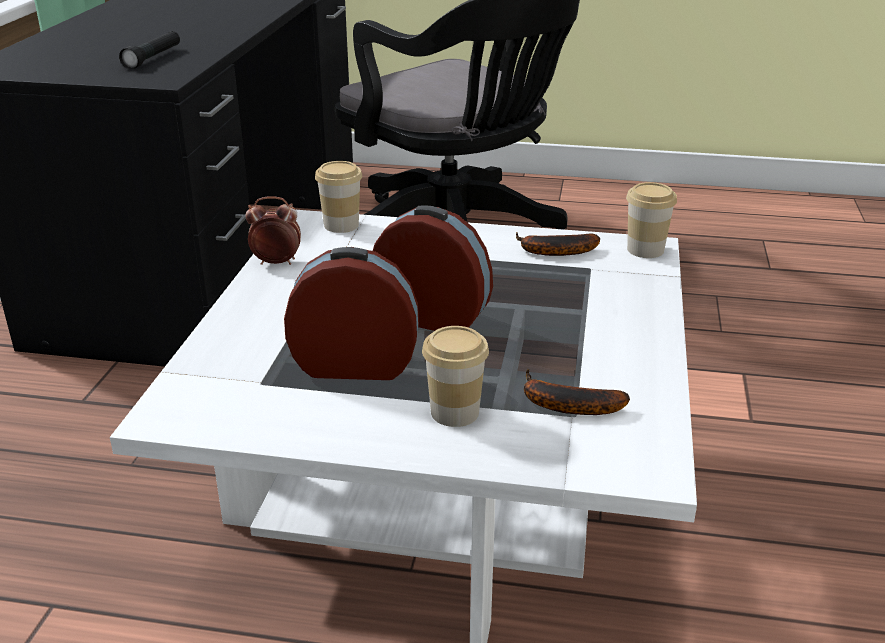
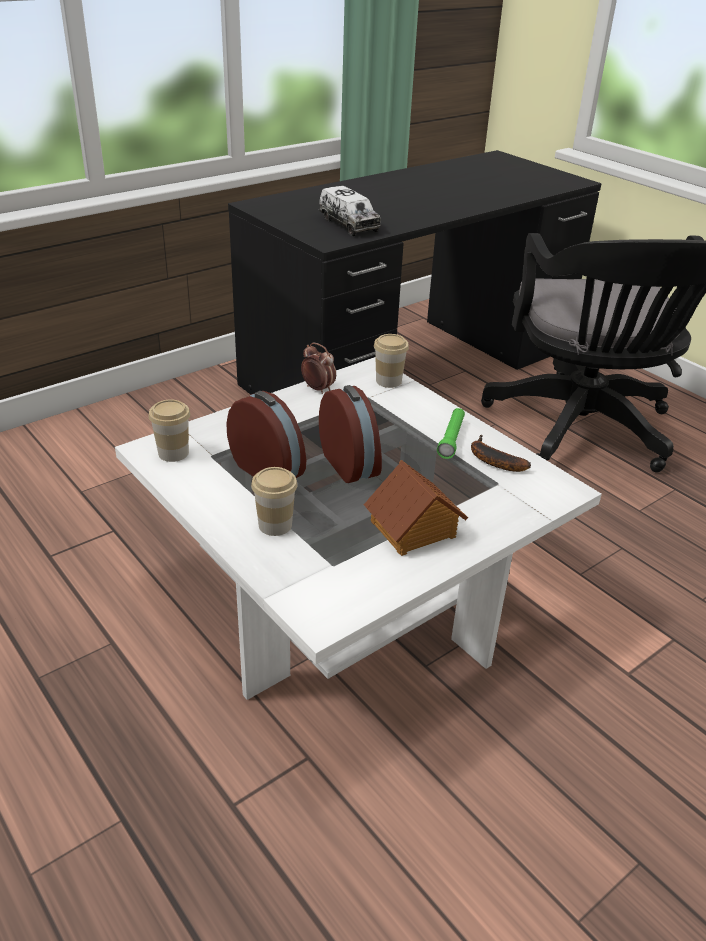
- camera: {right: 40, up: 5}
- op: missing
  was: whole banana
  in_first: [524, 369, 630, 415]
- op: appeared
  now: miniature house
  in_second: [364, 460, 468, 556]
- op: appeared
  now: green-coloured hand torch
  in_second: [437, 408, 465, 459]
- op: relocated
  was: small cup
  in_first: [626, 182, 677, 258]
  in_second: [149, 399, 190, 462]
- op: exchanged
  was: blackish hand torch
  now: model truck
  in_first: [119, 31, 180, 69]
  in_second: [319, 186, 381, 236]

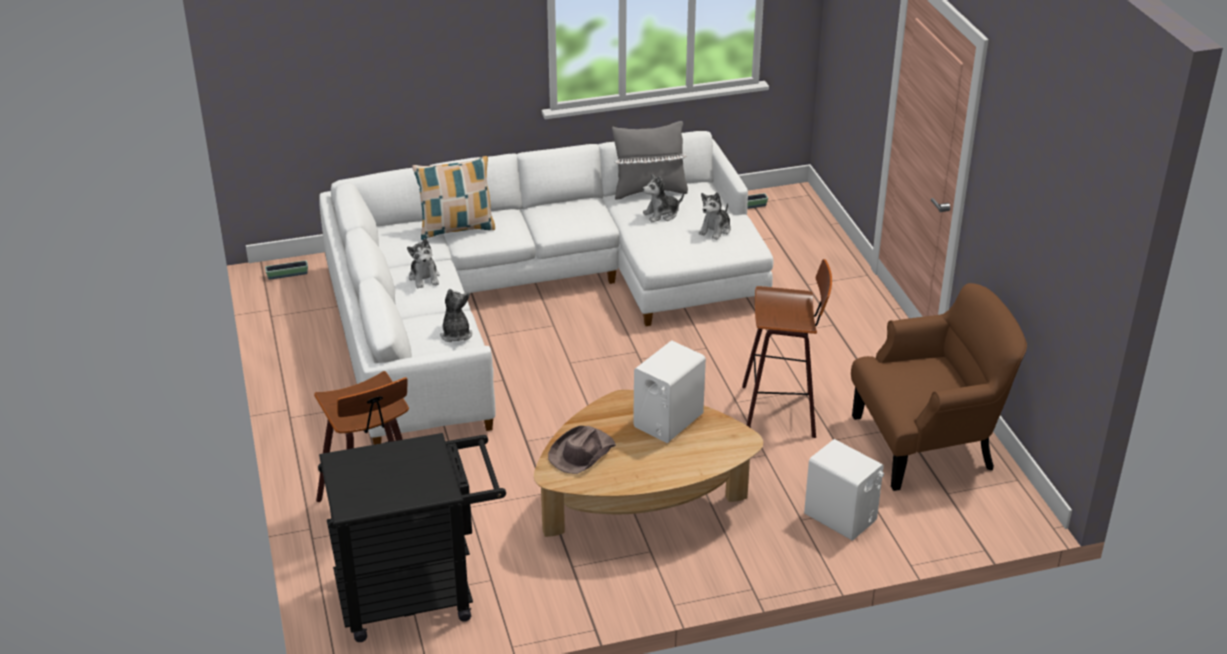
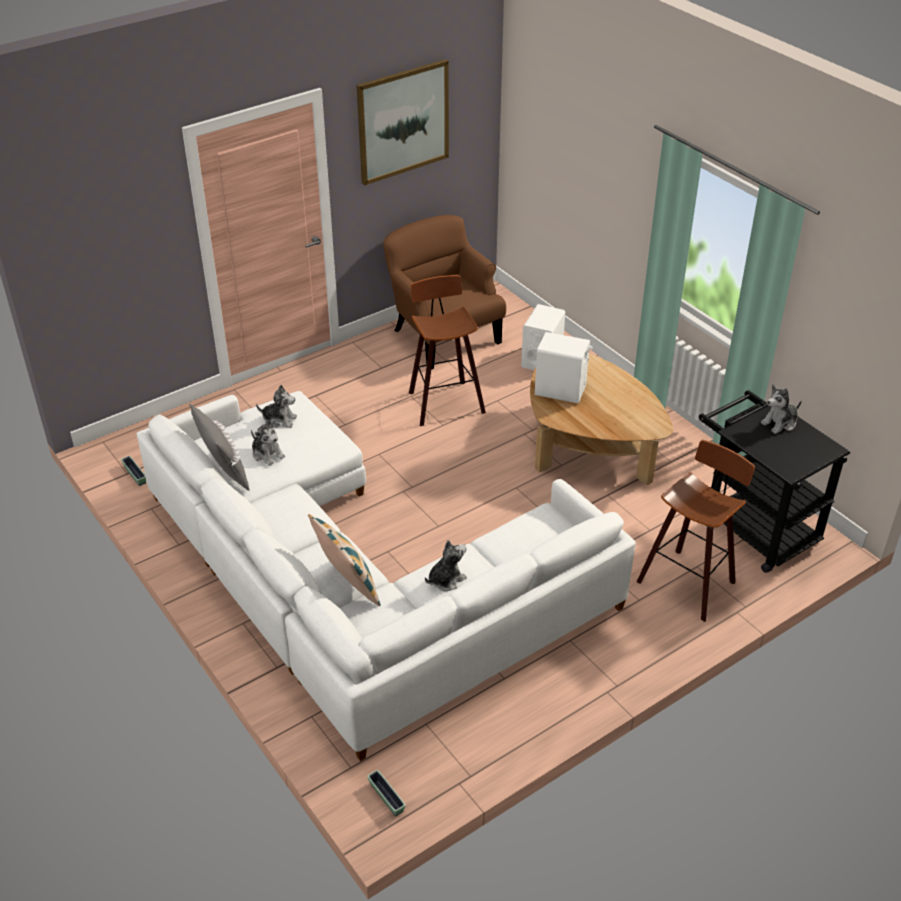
- camera: {right: -110, up: 5}
- op: missing
  was: brown hat
  in_first: [548, 426, 616, 474]
- op: appeared
  now: picture
  in_second: [357, 59, 449, 186]
- op: relocated
  was: cuddly toy
  in_first: [440, 289, 473, 342]
  in_second: [761, 384, 802, 434]

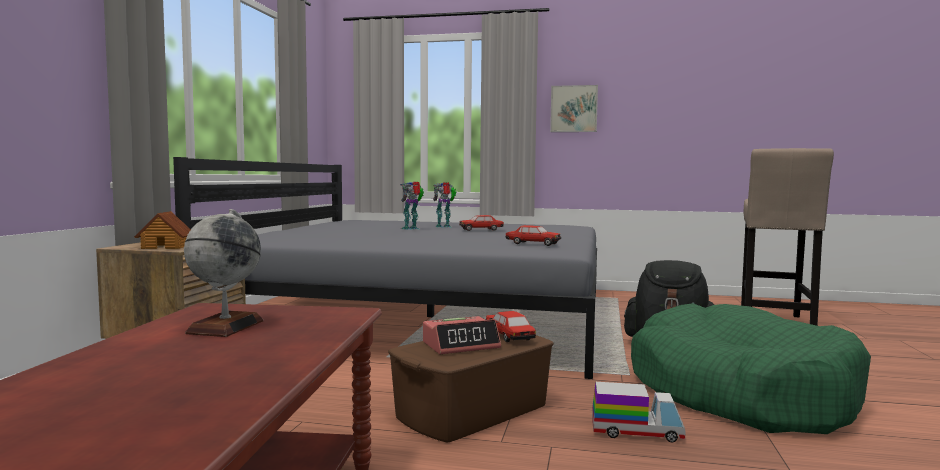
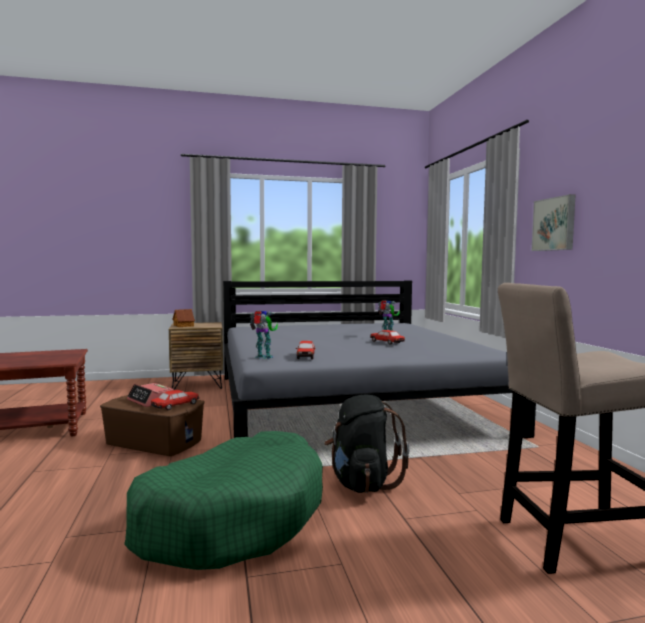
- camera: {right: 65, up: 0}
- op: missing
  was: globe
  in_first: [184, 209, 263, 337]
- op: missing
  was: model truck
  in_first: [592, 382, 686, 443]
- op: relocated
  was: toy robot
  in_first: [400, 182, 424, 230]
  in_second: [250, 311, 278, 359]

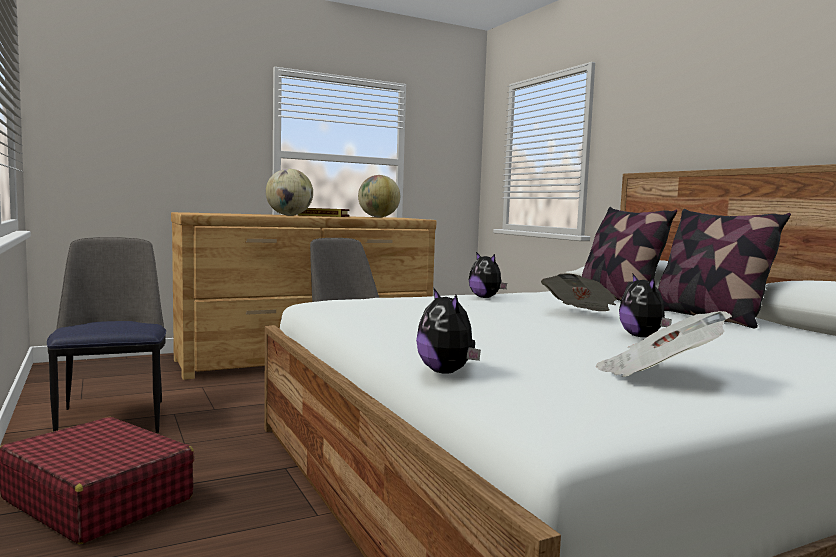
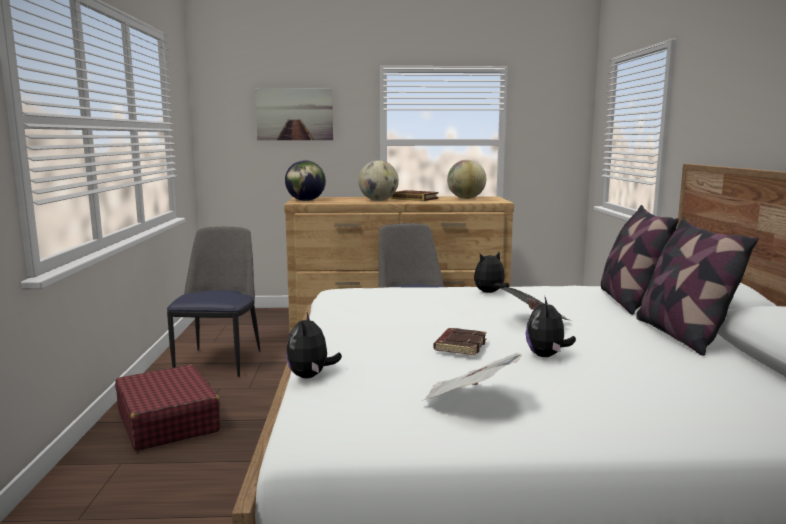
- camera: {right: 25, up: 5}
- op: appeared
  now: picture
  in_second: [255, 88, 333, 140]
- op: appeared
  now: globe
  in_second: [285, 160, 326, 201]
- op: appeared
  now: brown volume
  in_second: [433, 328, 487, 356]
- op: spun
  was: cuddly toy
  in_first: [469, 252, 507, 298]
  in_second: [474, 252, 509, 293]
  clockwise: 75

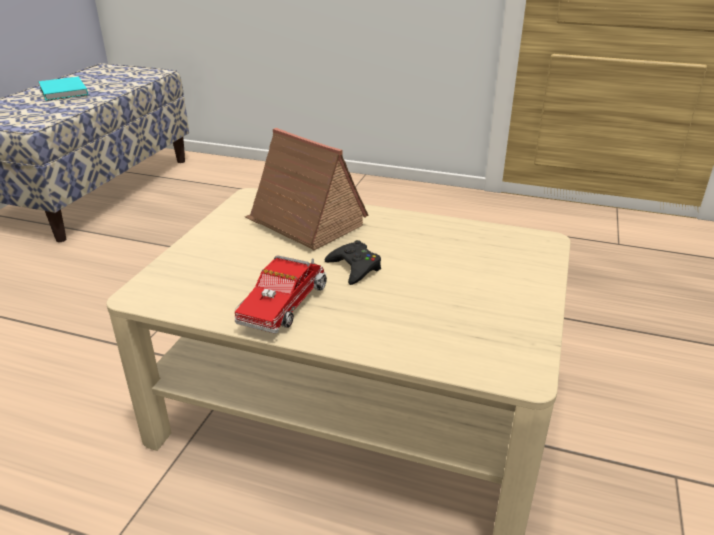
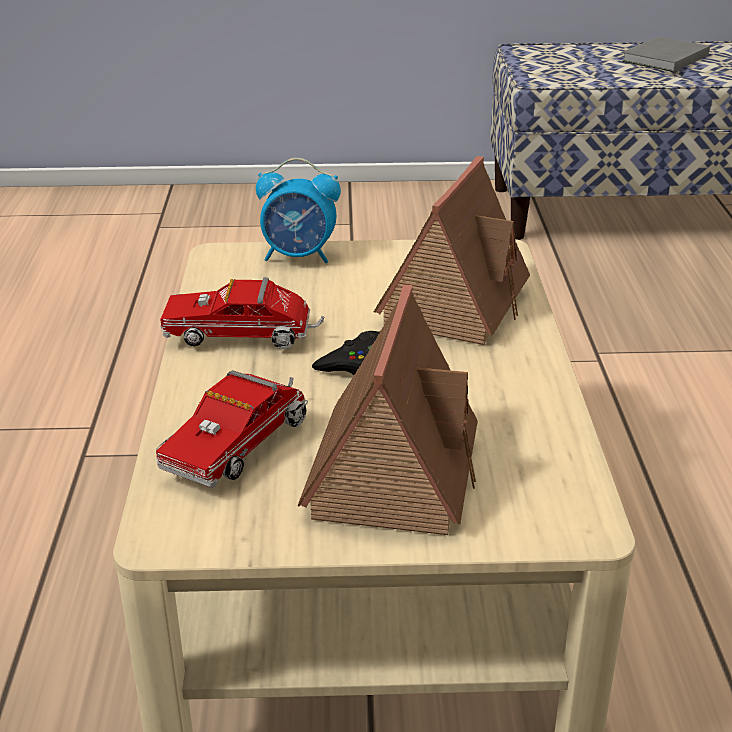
- camera: {right: 70, up: 0}
- op: appeared
  now: model truck
  in_second: [156, 370, 308, 488]
- op: appeared
  now: table clock
  in_second: [256, 158, 341, 263]
- op: appeared
  now: miniature house
  in_second: [298, 284, 478, 535]
- op: colour
  was: blue-green volume
  now: grey volume
  in_first: [38, 77, 88, 101]
  in_second: [622, 36, 710, 72]

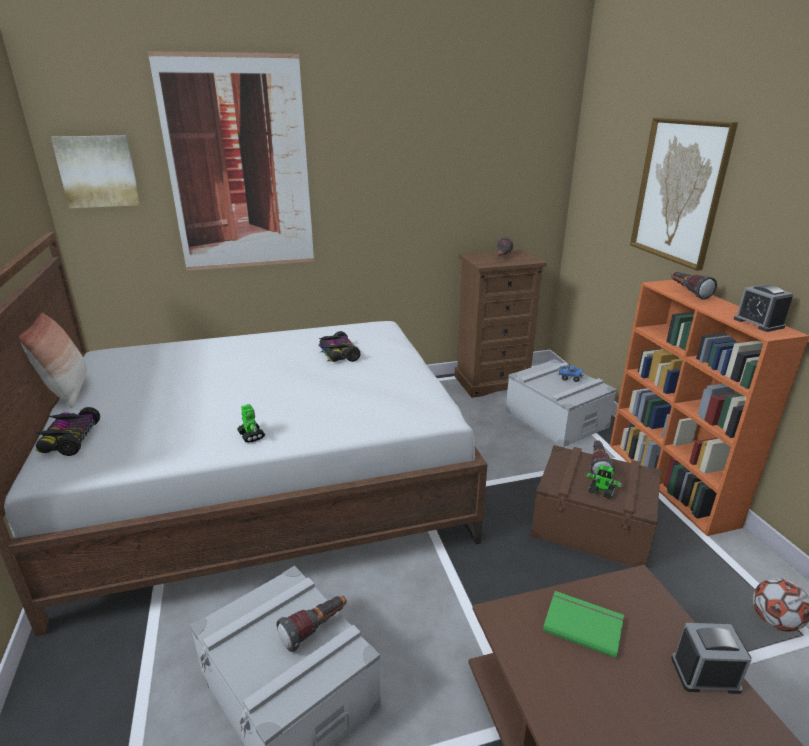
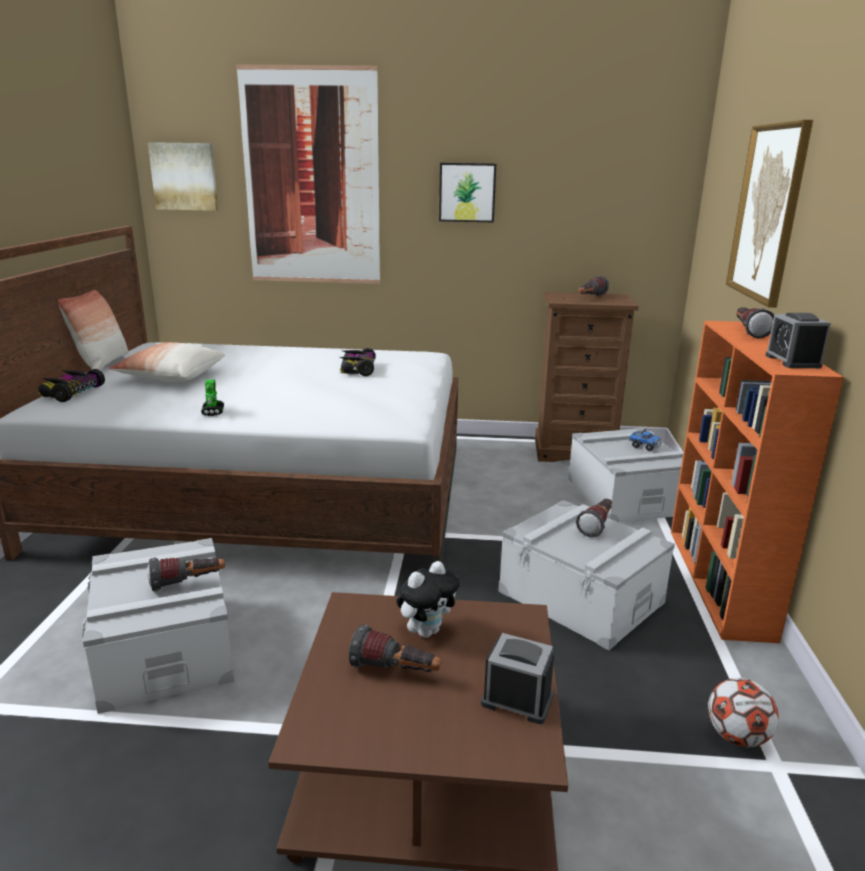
- camera: {right: 20, up: -5}
- op: missing
  was: toy robot
  in_first: [586, 465, 623, 499]
- op: appeared
  now: pillow
  in_second: [109, 342, 225, 382]
- op: appeared
  now: hand torch
  in_second: [349, 625, 441, 672]
- op: appeared
  now: picture
  in_second: [439, 163, 496, 222]
- op: exchanged
  was: green-coloured volume
  now: cuddly toy
  in_first: [543, 591, 624, 659]
  in_second: [396, 561, 460, 638]
- op: colour
  was: brown storage container
  now: grey storage container
  in_first: [530, 445, 661, 567]
  in_second: [498, 500, 675, 650]

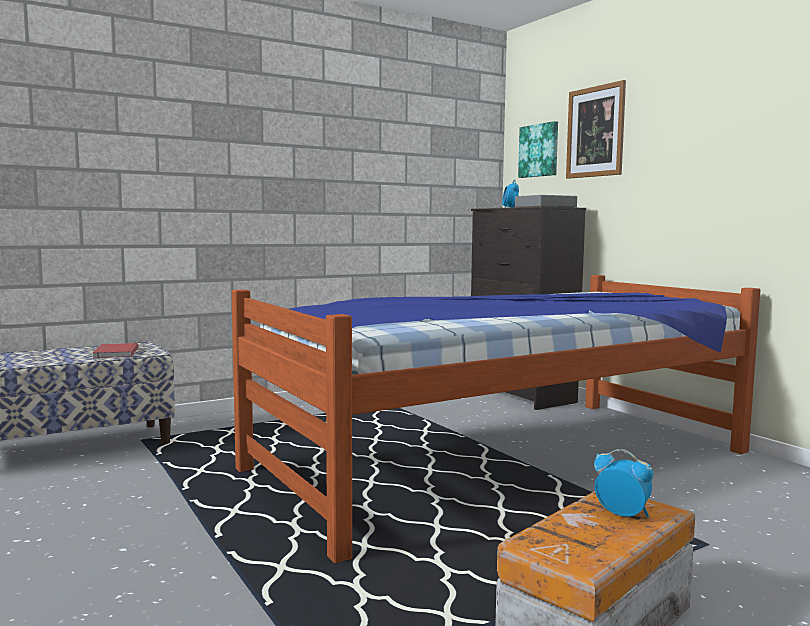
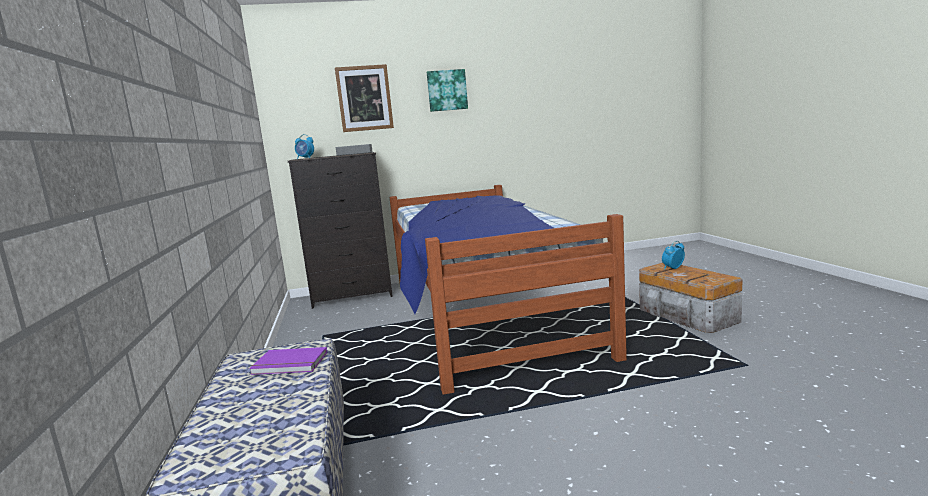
- camera: {right: -70, up: 5}
- op: relocated
  was: picture
  in_first: [518, 121, 558, 178]
  in_second: [427, 69, 468, 112]
- op: colour
  was: red-coloured volume
  now: purple volume
  in_first: [93, 343, 138, 358]
  in_second: [249, 347, 327, 375]

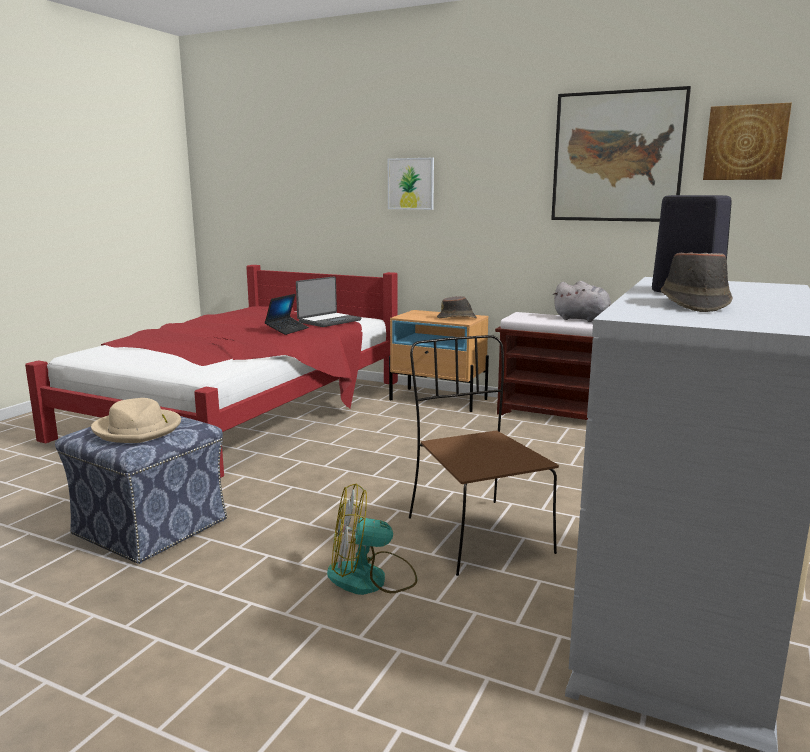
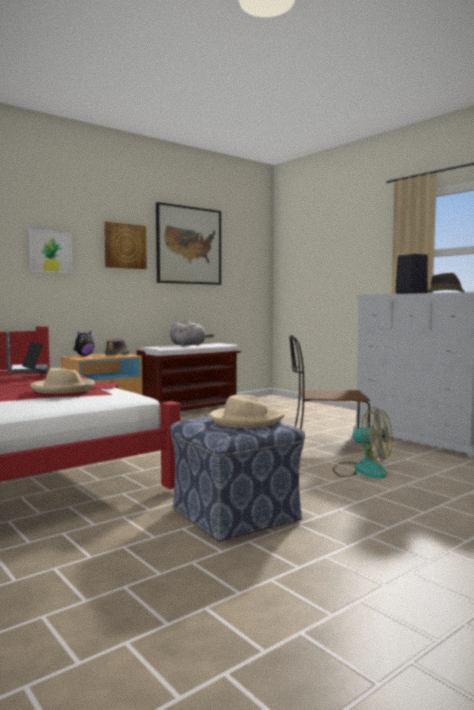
- camera: {right: -65, up: -10}
- op: appeared
  now: sand-coloured hat
  in_second: [30, 368, 95, 393]
- op: appeared
  now: cuddly toy
  in_second: [73, 331, 95, 356]
- op: relocated
  was: picture
  in_first: [703, 103, 792, 180]
  in_second: [104, 222, 147, 269]
- op: spun
  was: fan
  in_first: [327, 483, 418, 595]
  in_second: [333, 407, 393, 478]
  clockwise: -75

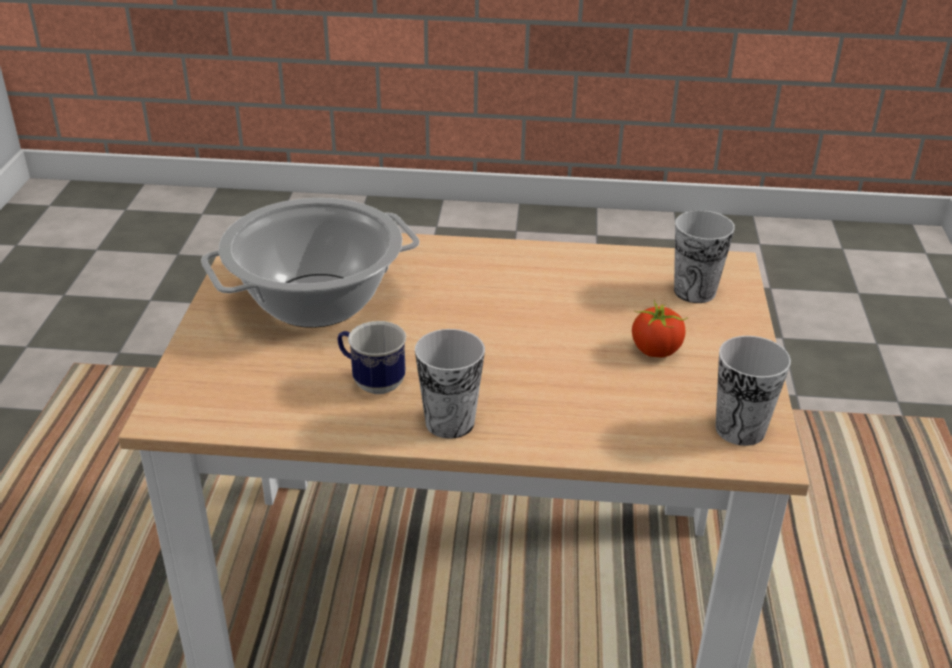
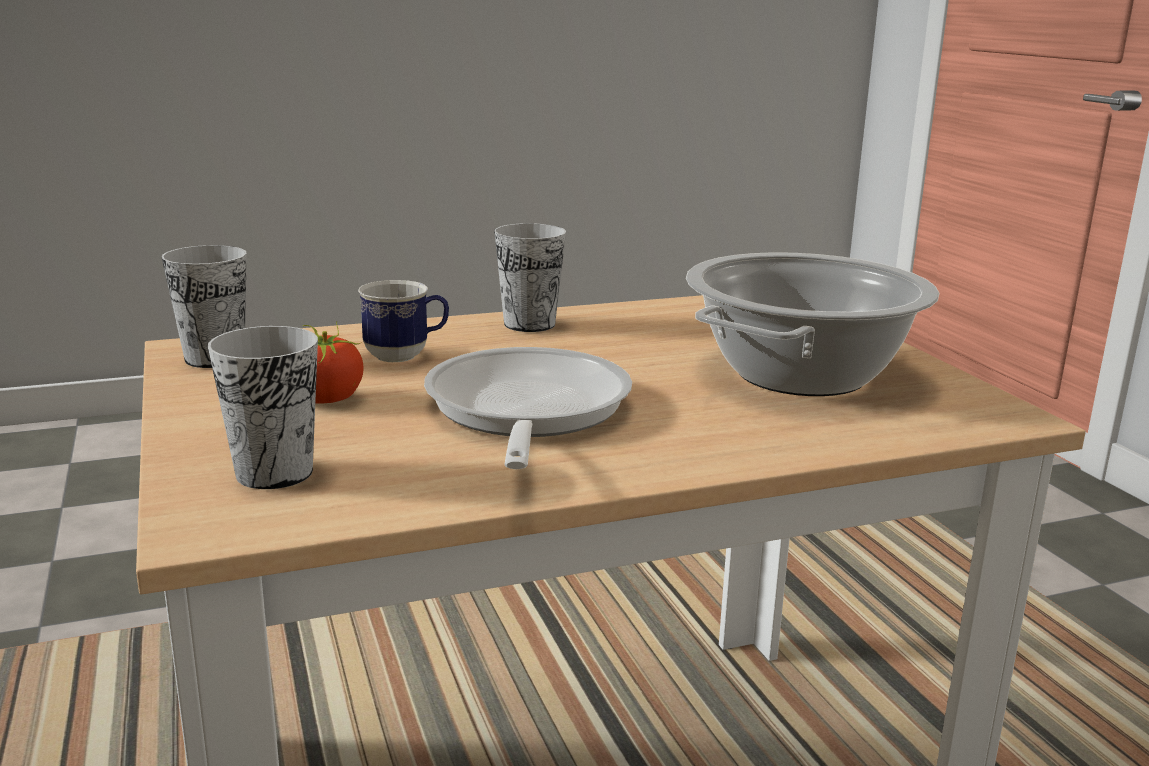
- camera: {right: 155, up: -15}
- op: appeared
  now: frying pan
  in_second: [424, 347, 632, 469]
- op: relocated
  was: coffee mug
  in_first: [337, 321, 406, 394]
  in_second: [358, 280, 449, 362]

